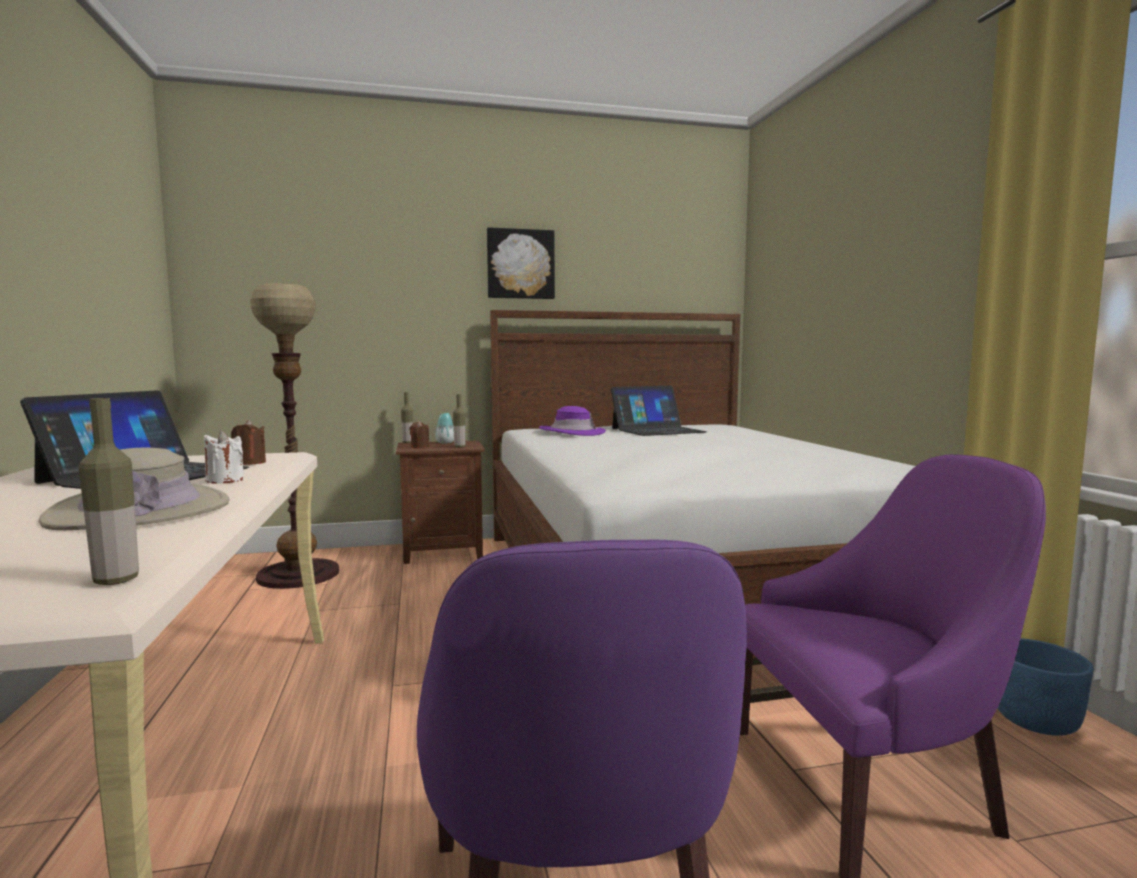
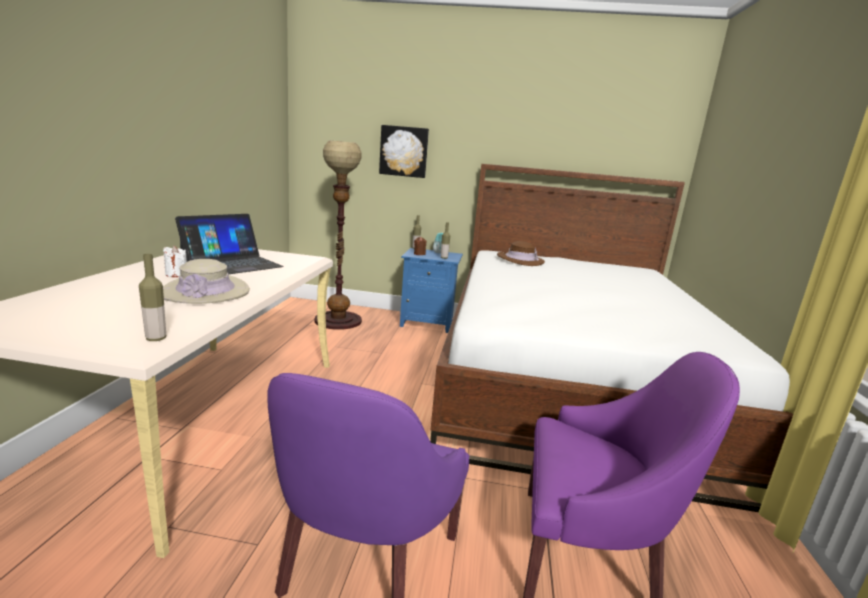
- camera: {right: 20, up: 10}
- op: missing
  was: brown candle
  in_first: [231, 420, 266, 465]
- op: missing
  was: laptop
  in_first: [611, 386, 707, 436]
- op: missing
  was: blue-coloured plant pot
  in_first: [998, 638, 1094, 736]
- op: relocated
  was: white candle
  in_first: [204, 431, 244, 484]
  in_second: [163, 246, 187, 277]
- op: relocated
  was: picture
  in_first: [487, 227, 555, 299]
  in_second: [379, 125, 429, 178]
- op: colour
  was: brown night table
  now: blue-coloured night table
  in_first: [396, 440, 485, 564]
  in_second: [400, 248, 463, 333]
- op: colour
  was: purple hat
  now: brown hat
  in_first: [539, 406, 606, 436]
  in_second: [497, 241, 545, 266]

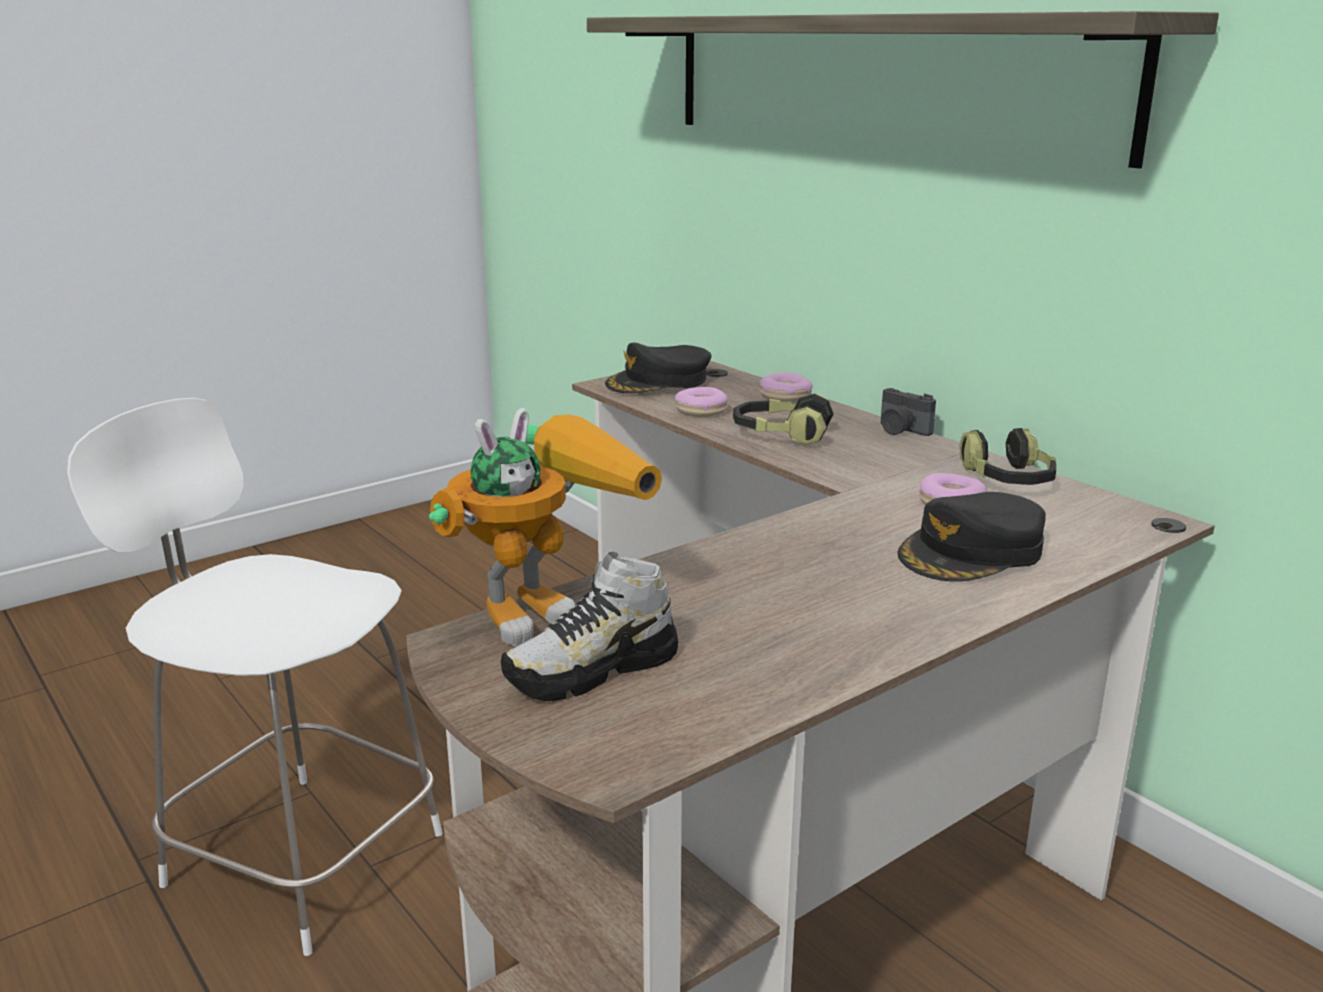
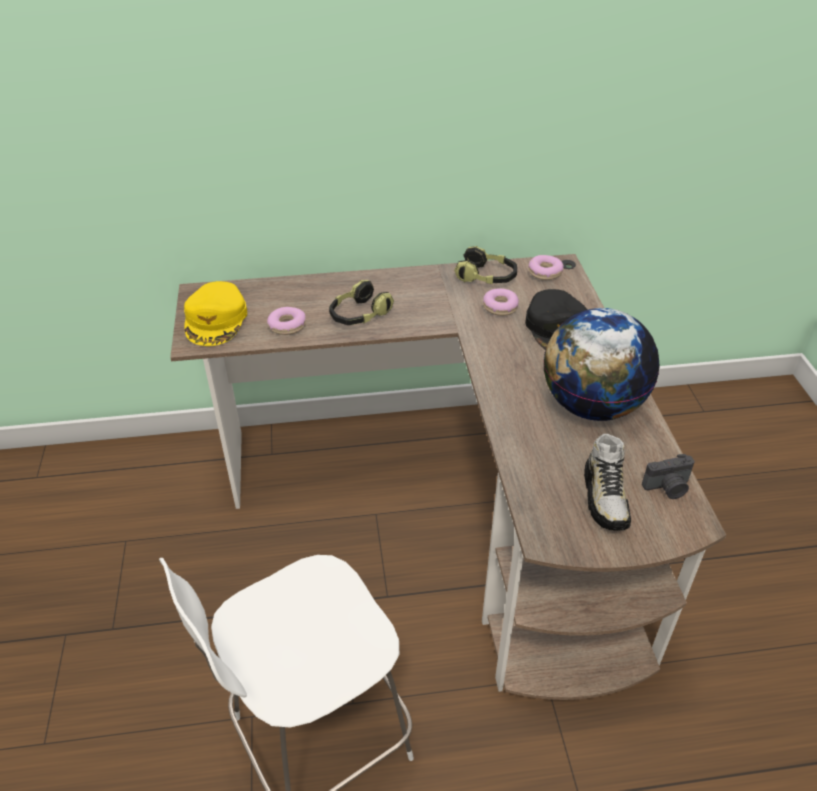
- camera: {right: -60, up: 20}
- op: missing
  was: toy robot
  in_first: [429, 408, 662, 646]
- op: missing
  was: wall shelf
  in_first: [587, 11, 1219, 168]
- op: appeared
  now: globe
  in_second: [543, 308, 660, 421]
- op: relocated
  was: doughnut
  in_first: [759, 373, 813, 402]
  in_second: [529, 255, 564, 280]
- op: relocated
  was: still camera
  in_first: [881, 388, 936, 436]
  in_second: [642, 454, 695, 499]
- op: colour
  was: blackish peaked cap
  now: yellowish peaked cap
  in_first: [605, 343, 711, 393]
  in_second: [184, 281, 247, 346]

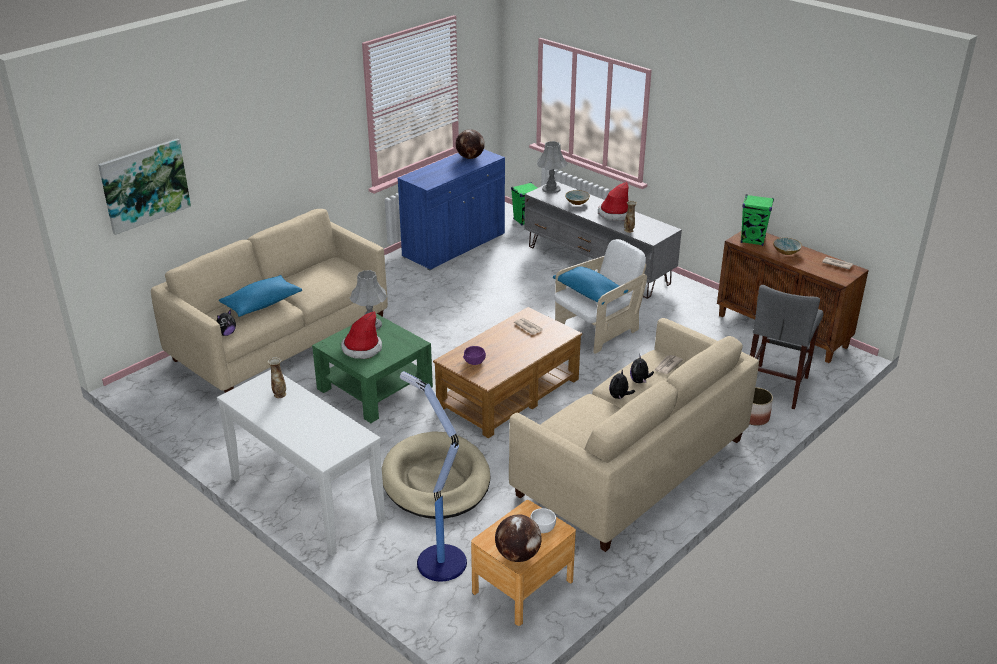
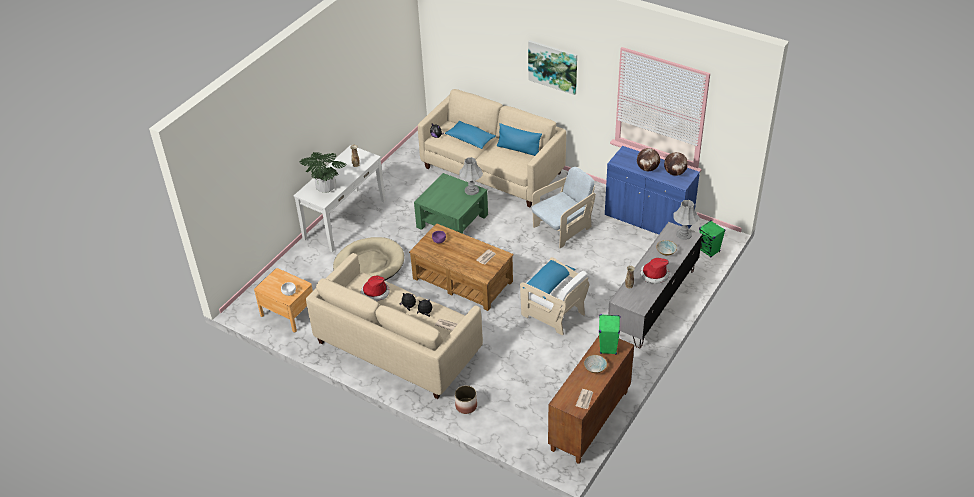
- camera: {right: 80, up: 10}
- op: missing
  was: standing lamp
  in_first: [400, 371, 467, 581]
- op: missing
  was: grey stool seat
  in_first: [750, 285, 823, 409]
- op: appeared
  now: plant in a pot
  in_second: [299, 152, 346, 193]
- op: appeared
  now: blue-coloured pillow
  in_second: [497, 123, 542, 156]
- op: appeared
  now: sand-coloured lounge chair
  in_second: [532, 167, 596, 248]
- op: relocated
  was: picture
  in_first: [98, 139, 191, 235]
  in_second: [528, 40, 577, 95]
- op: relocated
  was: hat
  in_first: [341, 311, 382, 359]
  in_second: [361, 276, 389, 301]
- op: relocated
  was: globe
  in_first: [495, 514, 542, 562]
  in_second: [637, 148, 660, 171]

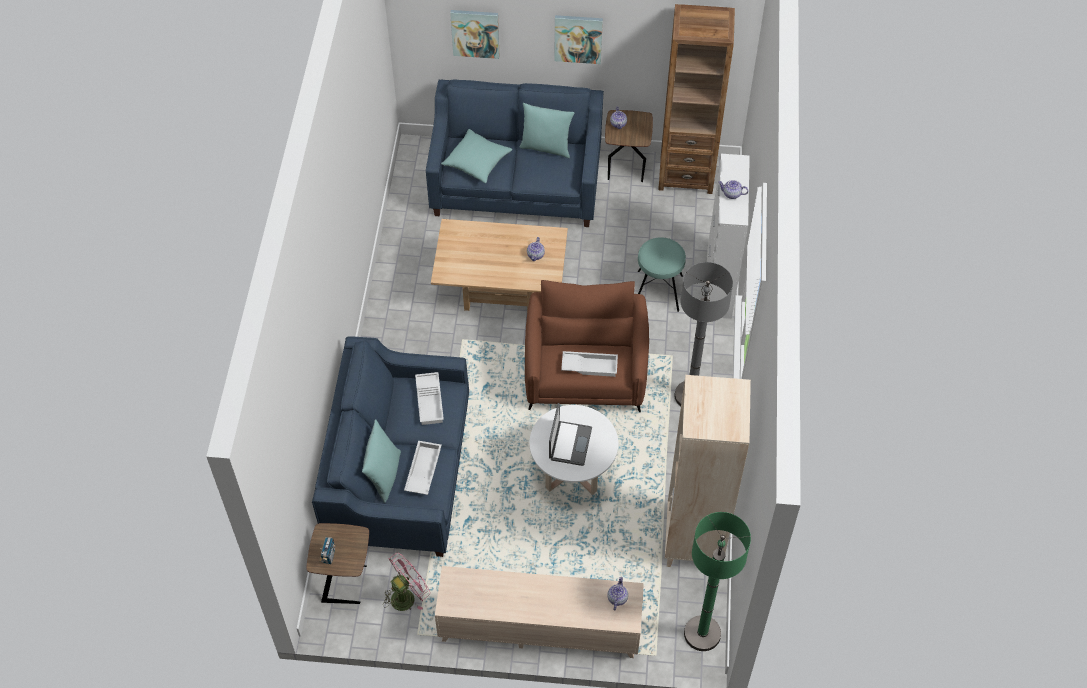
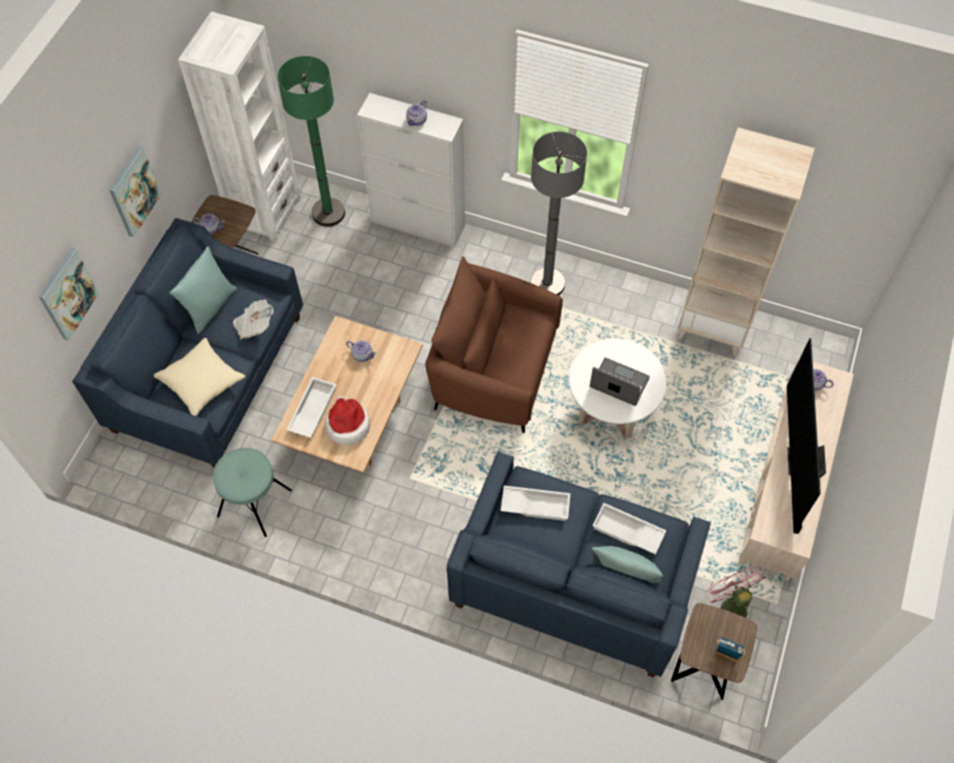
- camera: {right: -75, up: 5}
- op: appeared
  now: printed paper
  in_second: [233, 299, 274, 339]
- op: appeared
  now: hat
  in_second: [325, 396, 370, 445]
- op: appeared
  now: television
  in_second: [787, 338, 826, 534]
- op: relocated
  was: white tray
  in_first: [561, 351, 618, 377]
  in_second: [287, 377, 336, 438]
- op: relocated
  was: blue-green stool seat
  in_first: [638, 237, 686, 312]
  in_second: [213, 448, 292, 537]
- op: relocated
  was: green-coloured standing lamp
  in_first: [684, 512, 751, 651]
  in_second: [277, 56, 345, 227]
- op: colour
  was: blue-green pillow
  now: sand-coloured pillow
  in_first: [441, 129, 512, 183]
  in_second: [153, 338, 246, 416]
- op: colour
  was: brown bookcase
  now: white bookcase
  in_first: [658, 4, 735, 194]
  in_second: [178, 12, 301, 243]

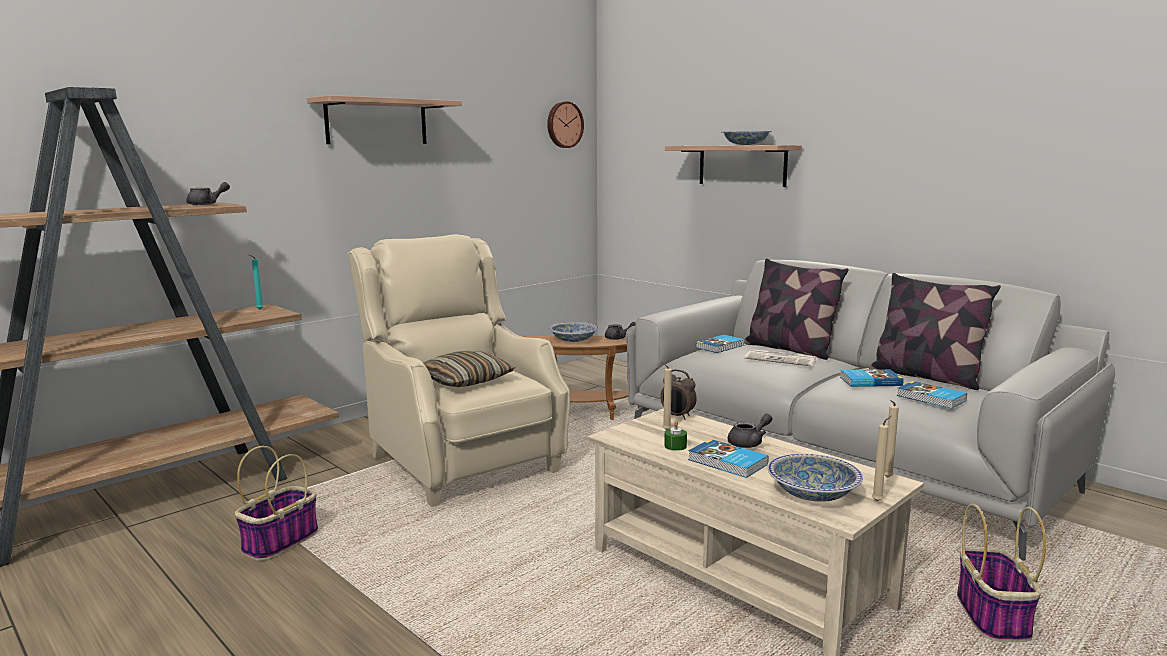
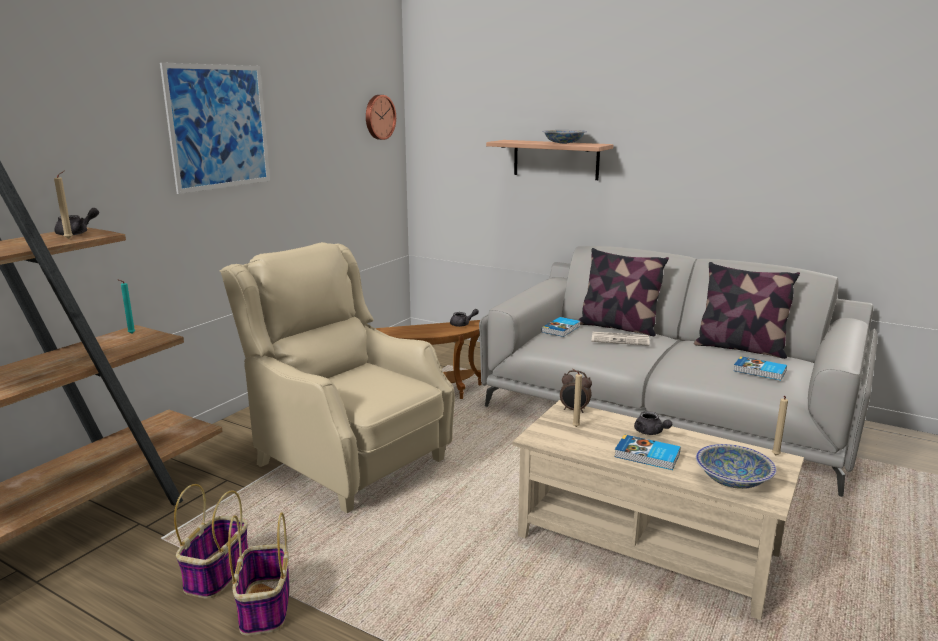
- camera: {right: -15, up: 5}
- op: missing
  was: pillow
  in_first: [423, 351, 515, 387]
- op: missing
  was: deep dish
  in_first: [549, 322, 599, 342]
- op: missing
  was: green-coloured candle
  in_first: [664, 421, 687, 451]
- op: missing
  was: volume
  in_first: [840, 369, 903, 387]
- op: relocated
  was: sand-coloured candle
  in_first: [872, 416, 892, 502]
  in_second: [54, 171, 73, 239]
- op: relocated
  was: household basket
  in_first: [957, 504, 1046, 642]
  in_second: [228, 512, 290, 635]
- op: exchanged
  was: wall shelf
  now: picture
  in_first: [307, 95, 462, 144]
  in_second: [160, 63, 270, 194]
- op: spun
  was: grey pot for tea
  in_first: [728, 413, 772, 448]
  in_second: [634, 411, 672, 435]
  clockwise: 105

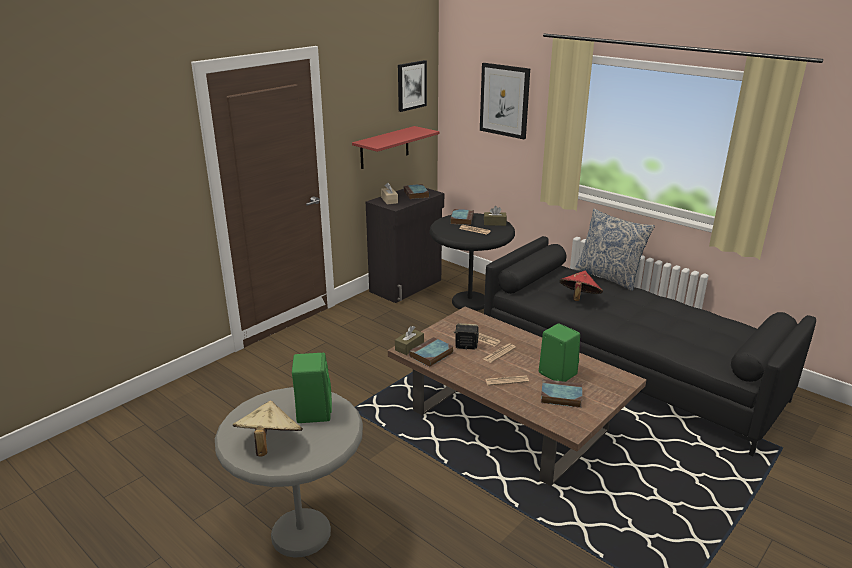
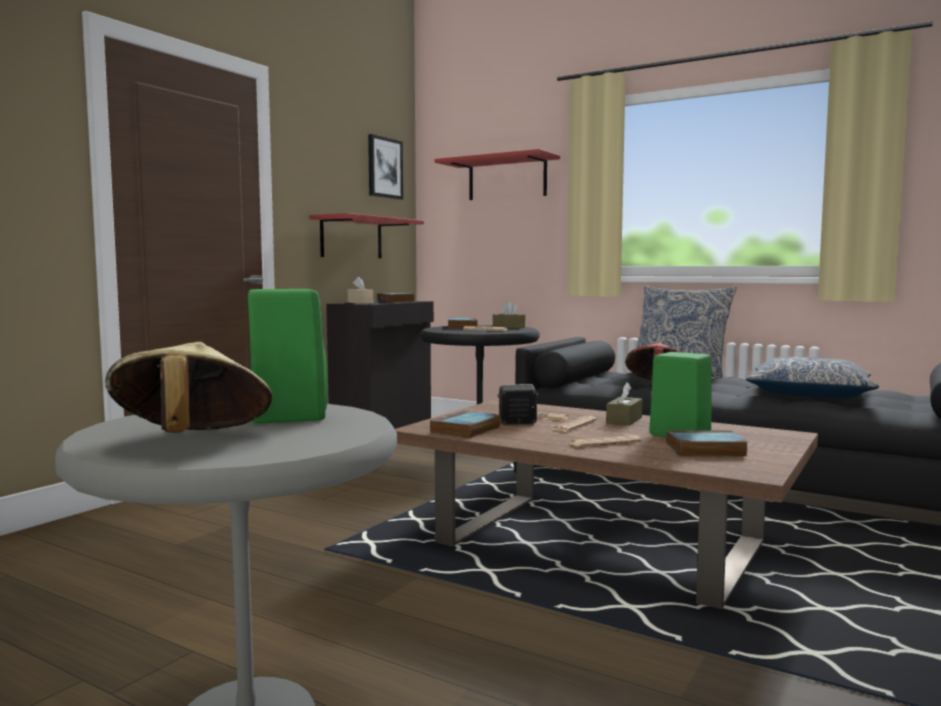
- camera: {right: -10, up: -20}
- op: appeared
  now: pillow
  in_second: [746, 357, 879, 398]
- op: relocated
  was: brown tissue holder
  in_first: [395, 326, 424, 355]
  in_second: [606, 382, 642, 426]
- op: exchanged
  was: picture
  now: red-coloured wall shelf
  in_first: [480, 63, 530, 139]
  in_second: [434, 149, 560, 200]

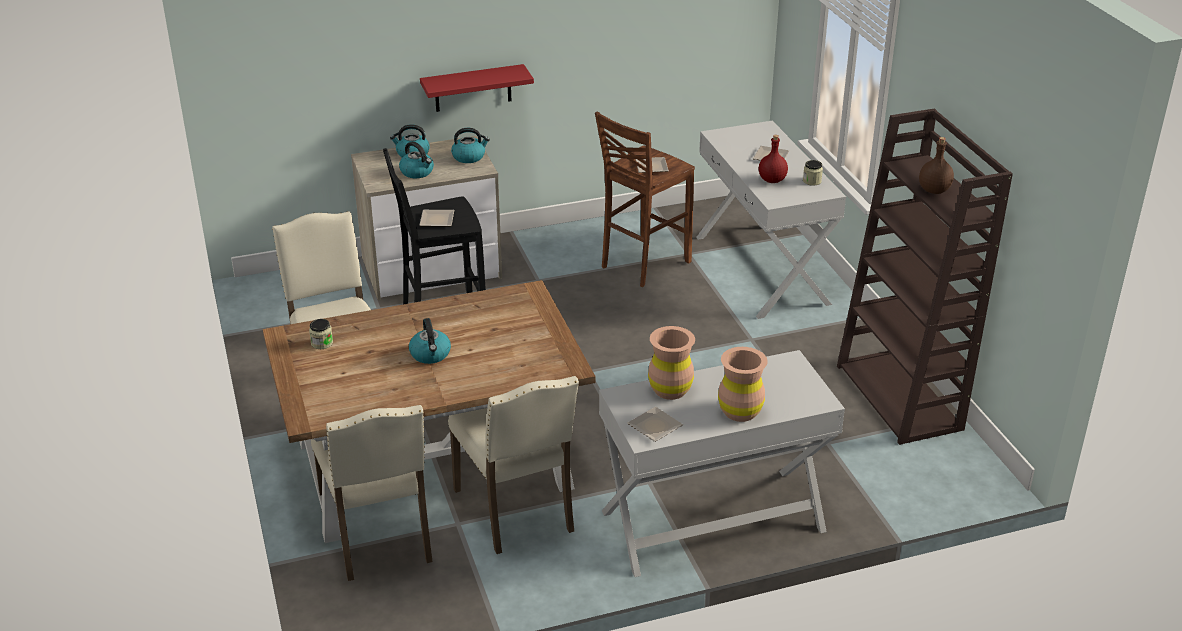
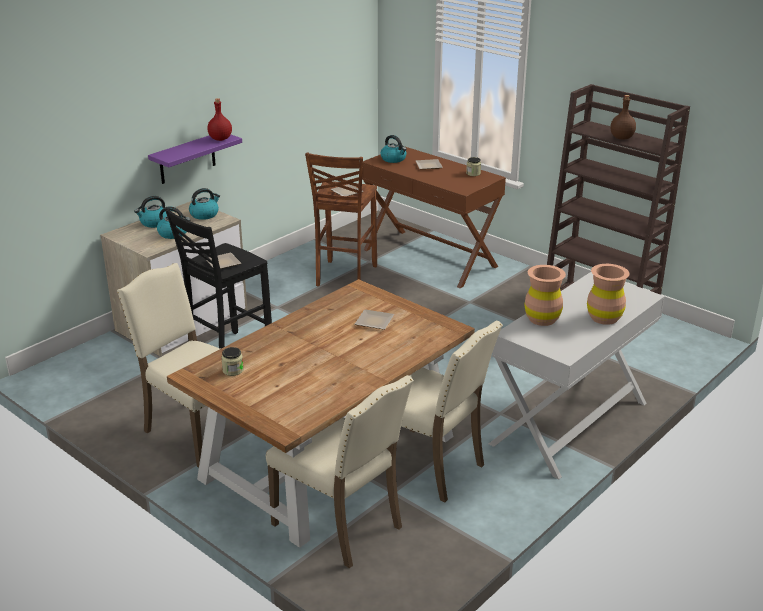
- camera: {right: -30, up: -5}
- op: relocated
  was: tea kettle
  in_first: [409, 318, 451, 364]
  in_second: [380, 135, 407, 163]
- op: relocated
  was: flat dish
  in_first: [627, 407, 683, 442]
  in_second: [355, 309, 394, 330]
- op: relocated
  was: red-coloured beverage bottle
  in_first: [759, 135, 788, 183]
  in_second: [207, 98, 232, 141]
- op: colour
  was: red-coloured wall shelf
  now: purple wall shelf
  in_first: [420, 64, 534, 112]
  in_second: [148, 135, 242, 184]
- op: colour
  was: white hall table
  now: brown hall table
  in_first: [696, 121, 846, 319]
  in_second: [362, 146, 506, 288]

